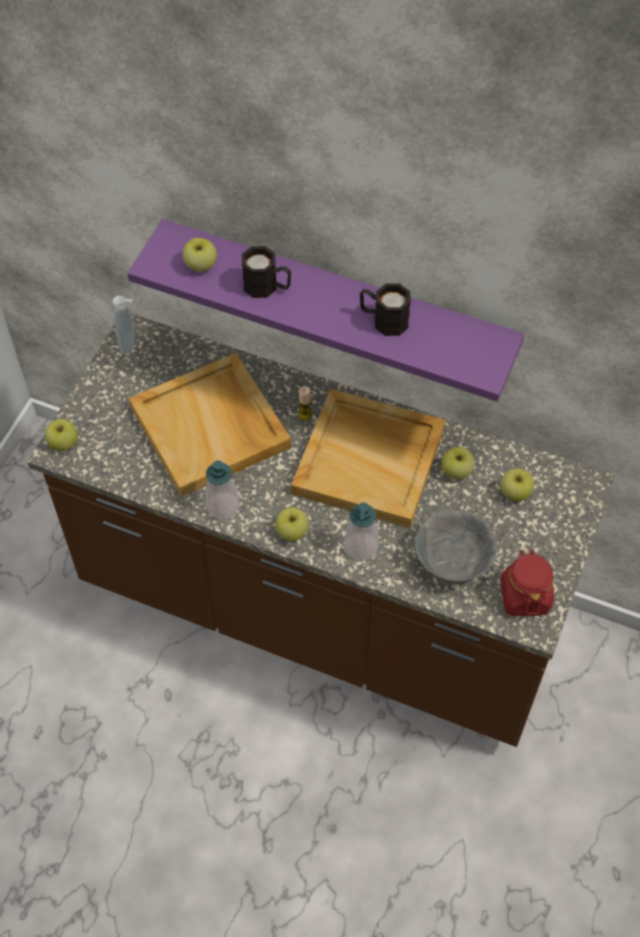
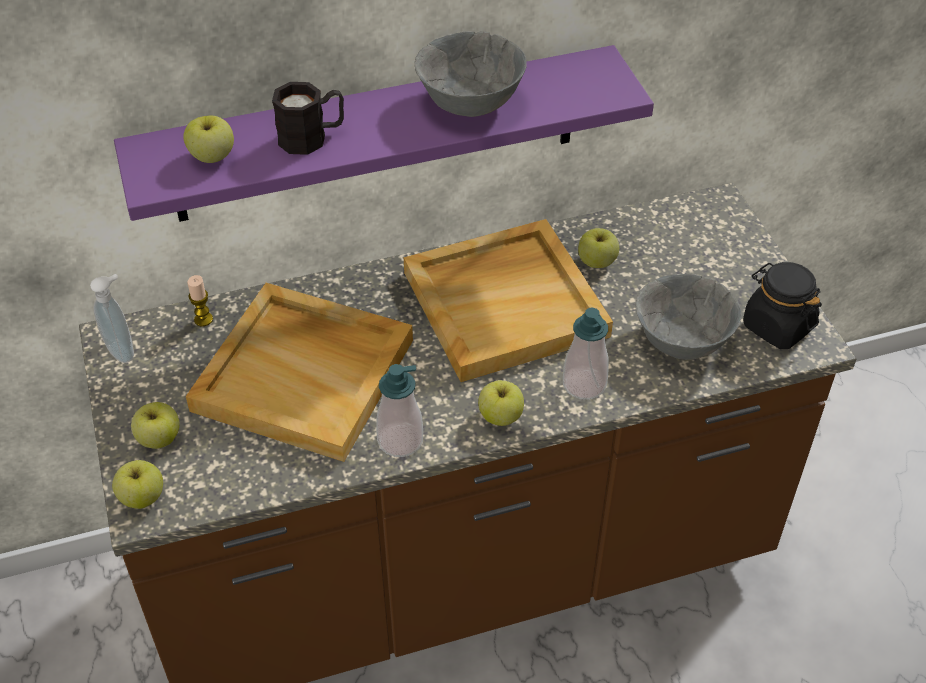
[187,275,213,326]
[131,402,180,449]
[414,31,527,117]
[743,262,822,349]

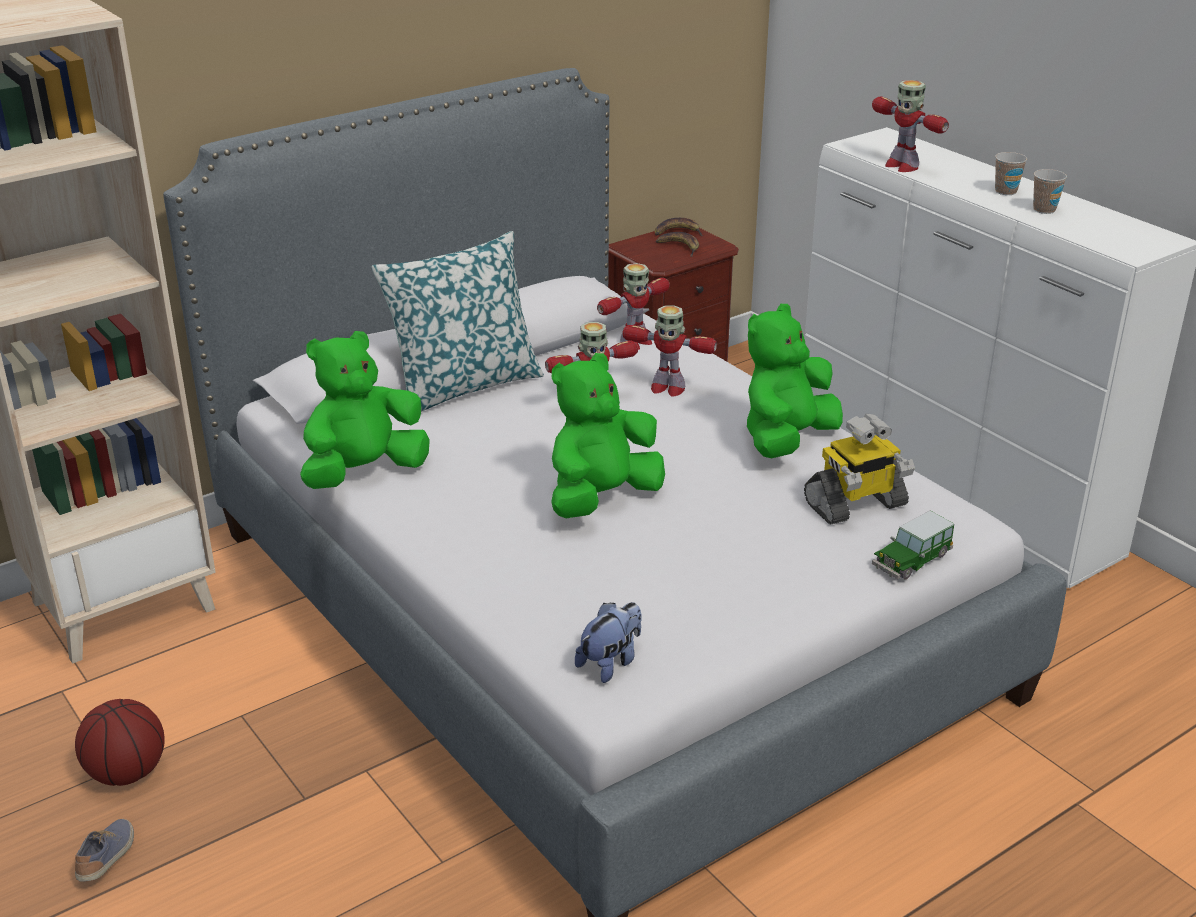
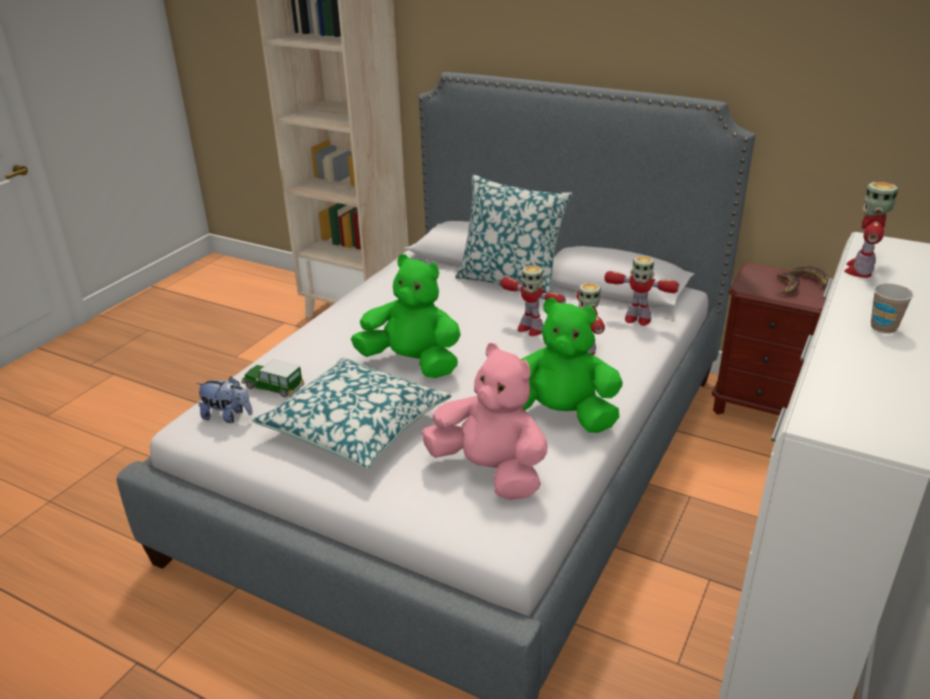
[75,699,165,786] (first image)
[75,819,134,882] (first image)
[300,331,430,489] (first image)
[1033,169,1067,214] (first image)
[252,358,452,469]
[241,359,304,397]
[422,343,547,500]

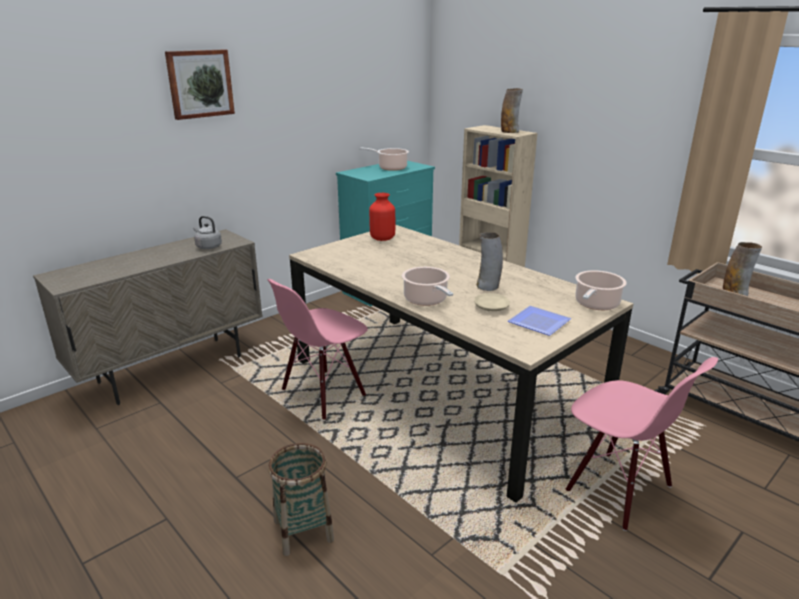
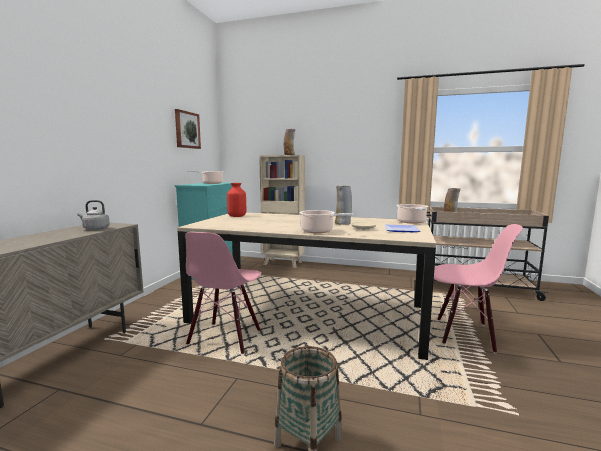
[175,109,201,149]

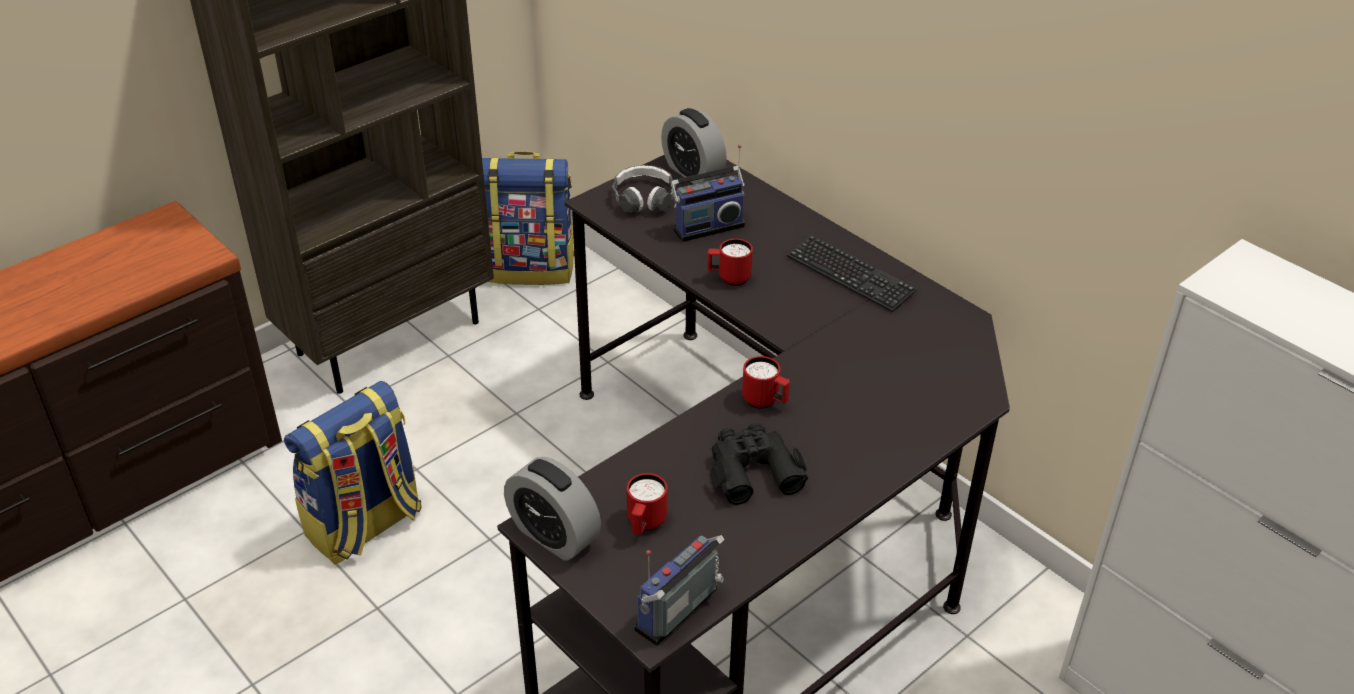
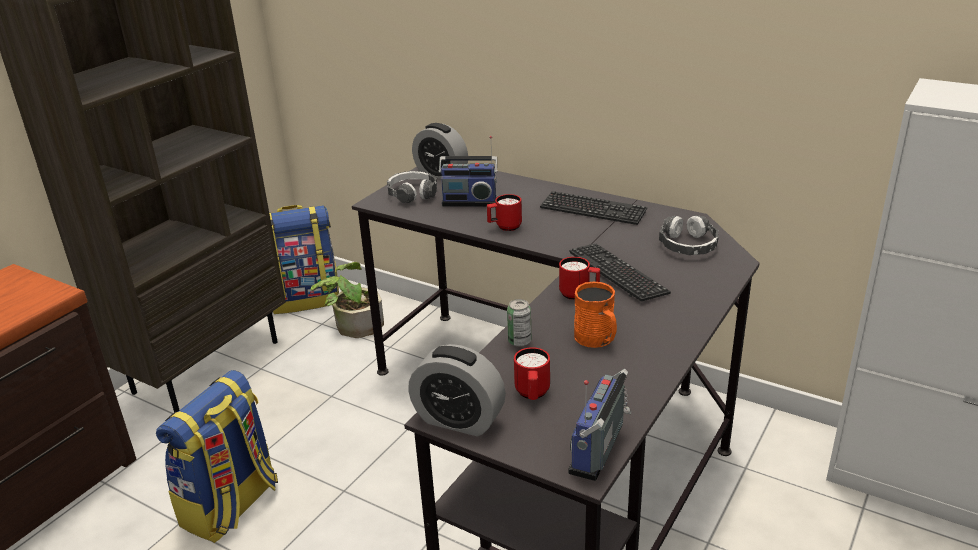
[311,262,384,338]
[507,299,531,347]
[569,244,671,301]
[659,215,719,255]
[574,282,617,348]
[439,136,498,207]

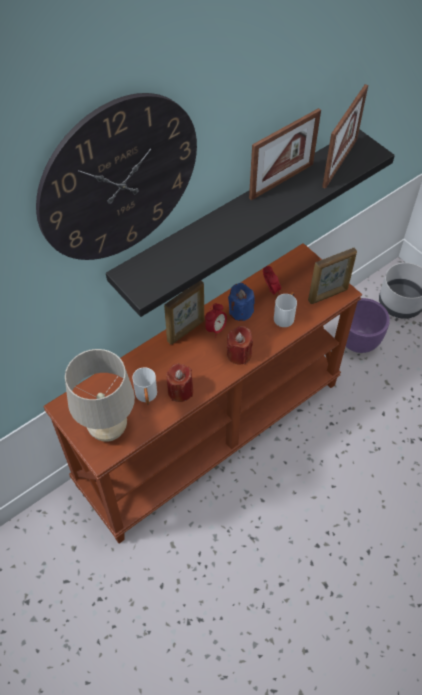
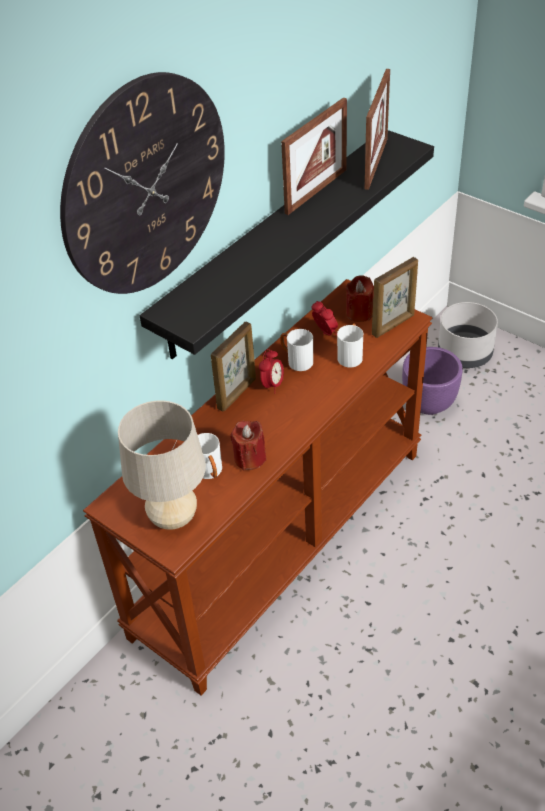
[346,275,374,322]
[280,329,313,371]

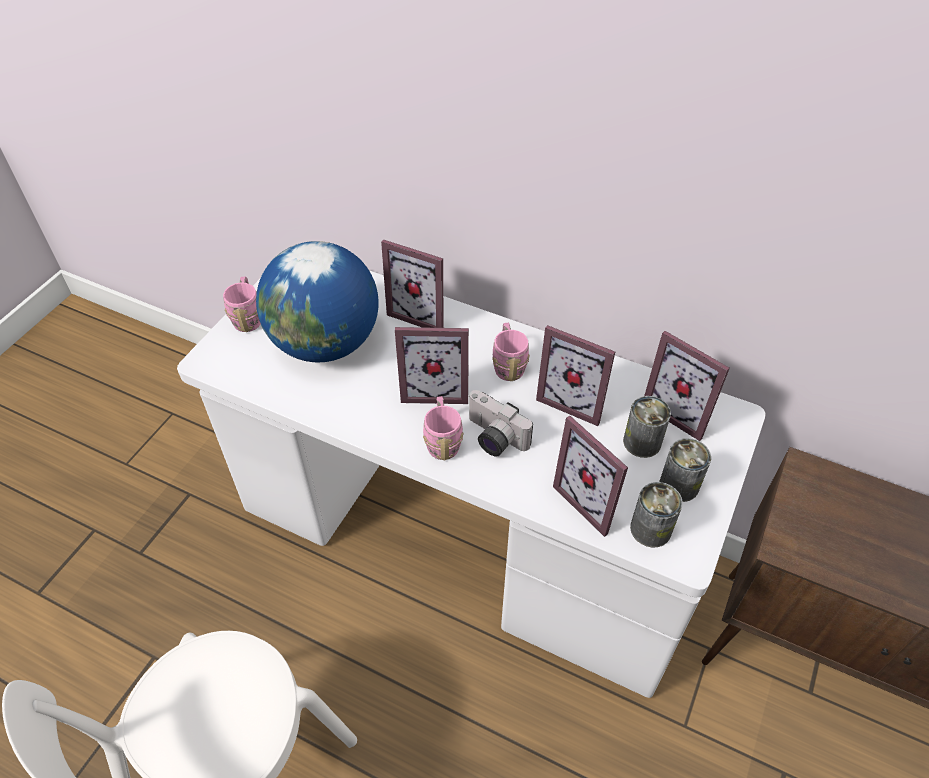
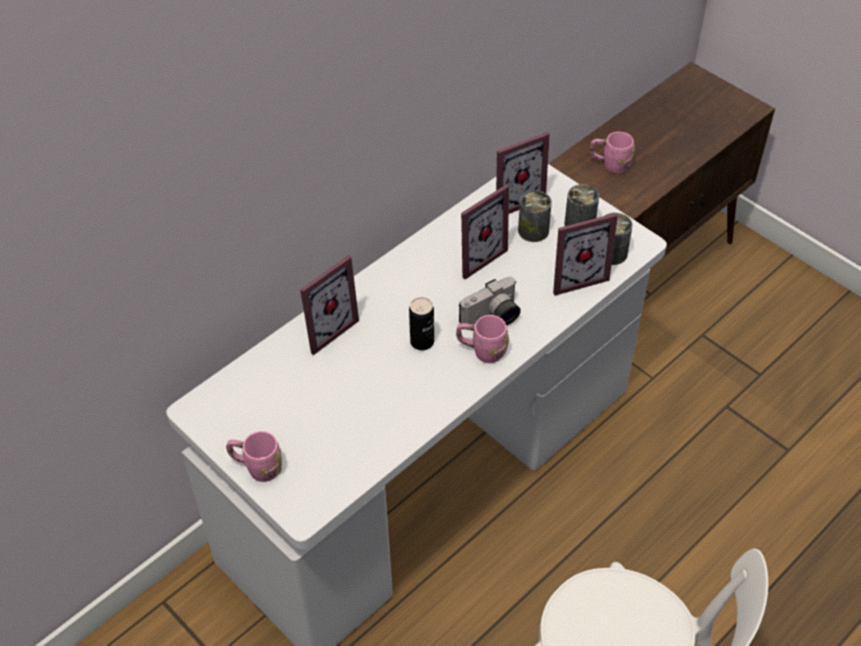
[256,241,379,362] (first image)
[590,132,635,174]
[409,297,434,350]

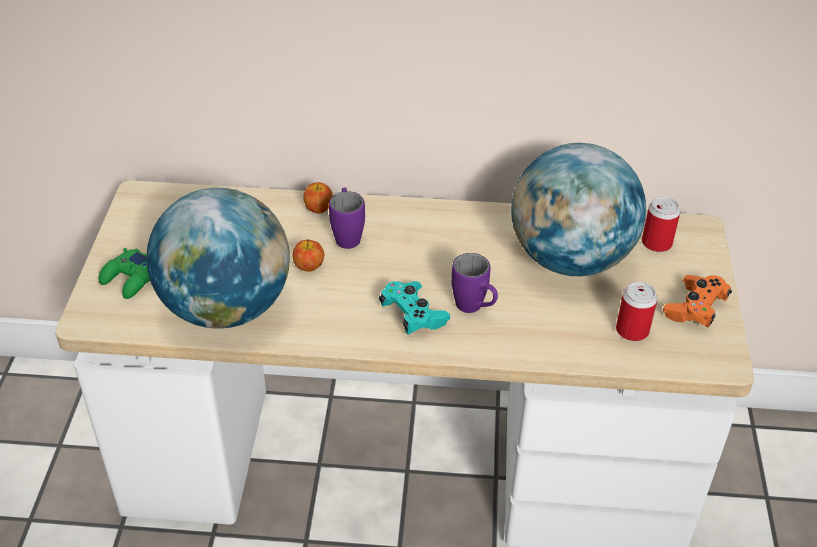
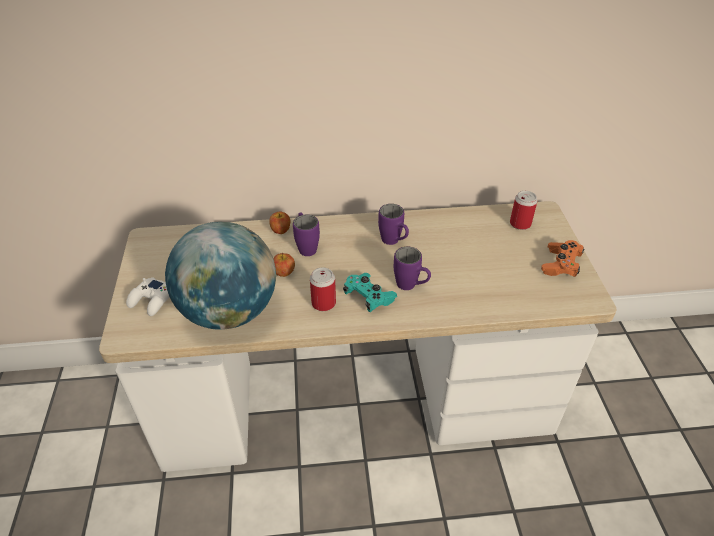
[511,143,646,276] (first image)
[378,204,409,245]
[310,268,336,311]
[126,277,169,316]

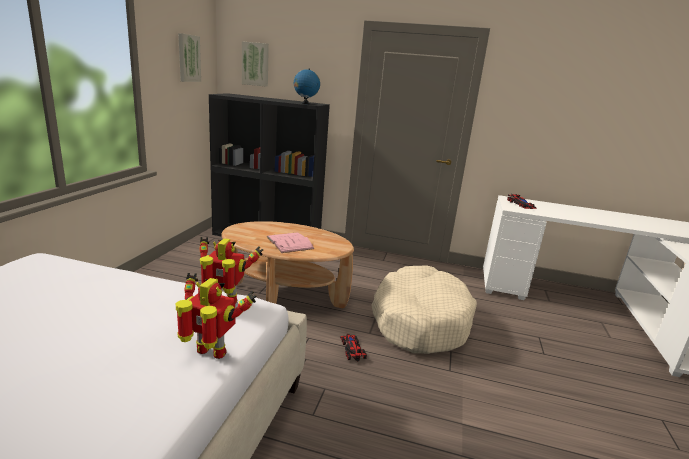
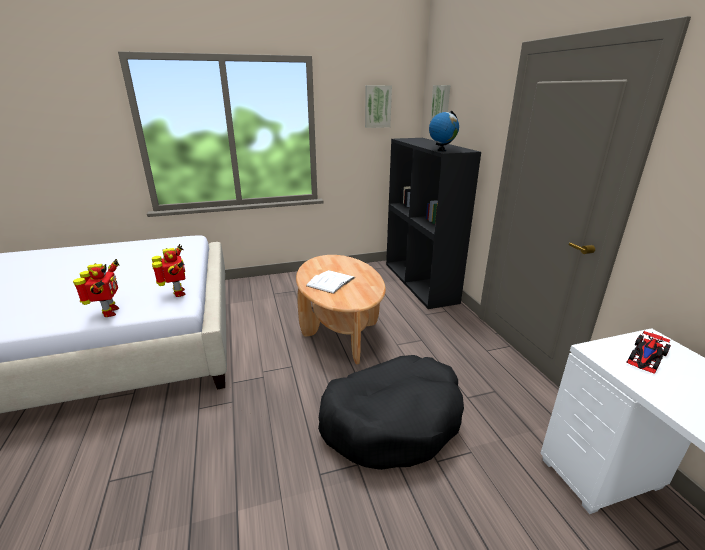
[340,334,367,361] (first image)
[306,270,355,294]
[318,355,464,470]

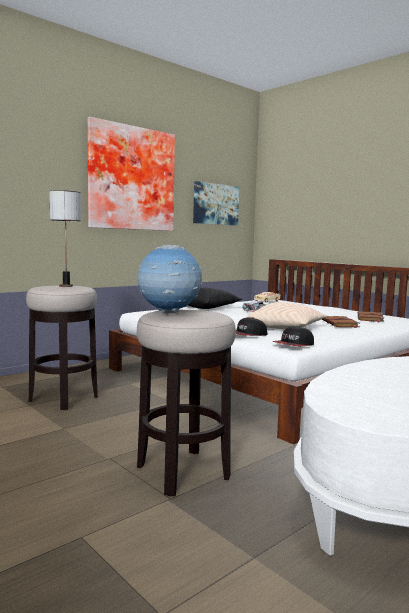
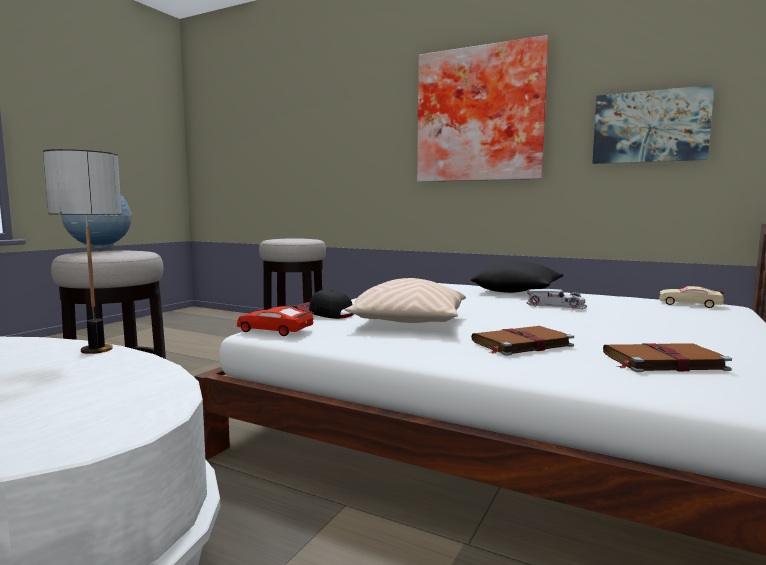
[43,149,122,354]
[237,306,314,336]

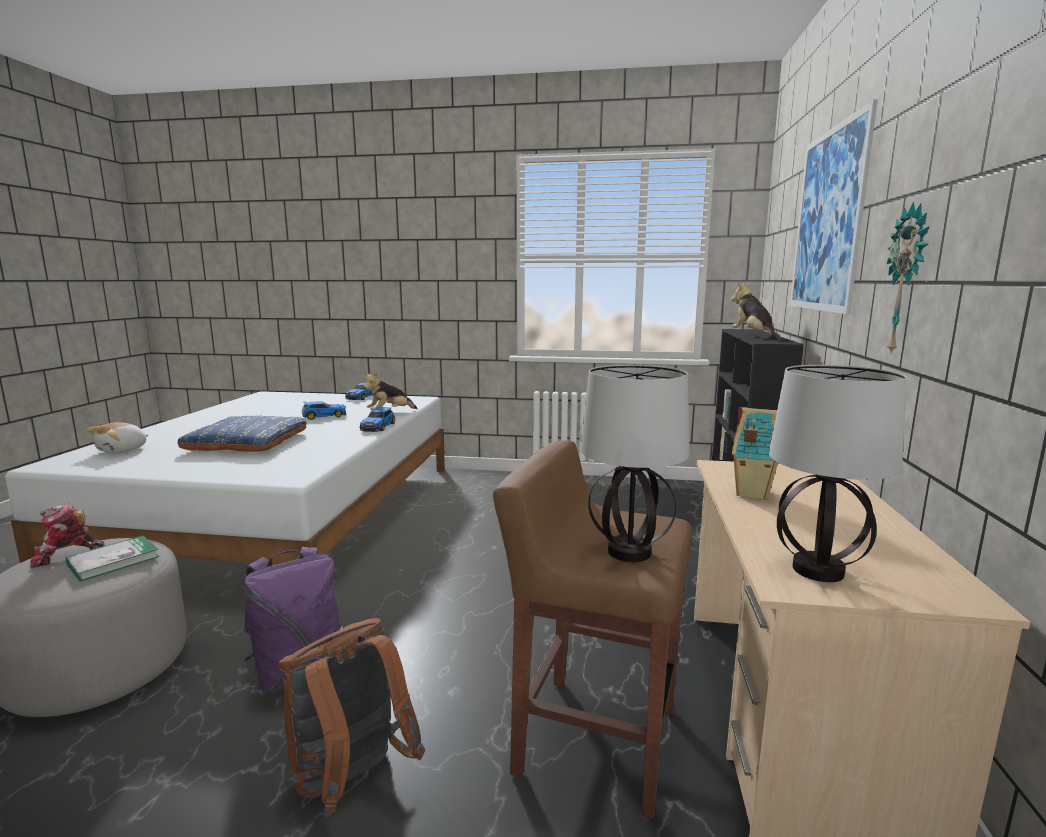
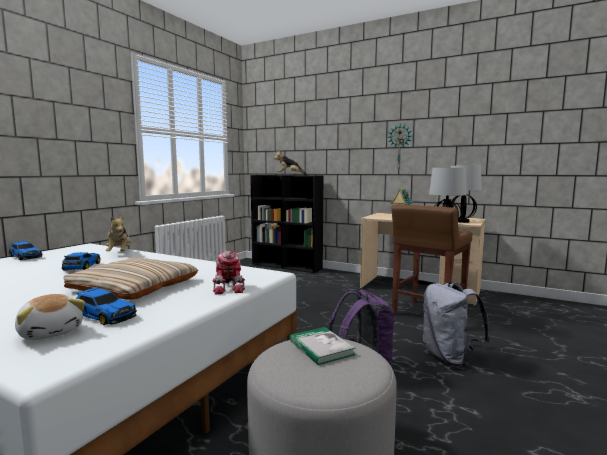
[790,99,878,314] (first image)
[213,251,245,294]
[76,287,137,325]
[64,257,198,300]
[423,282,491,366]

